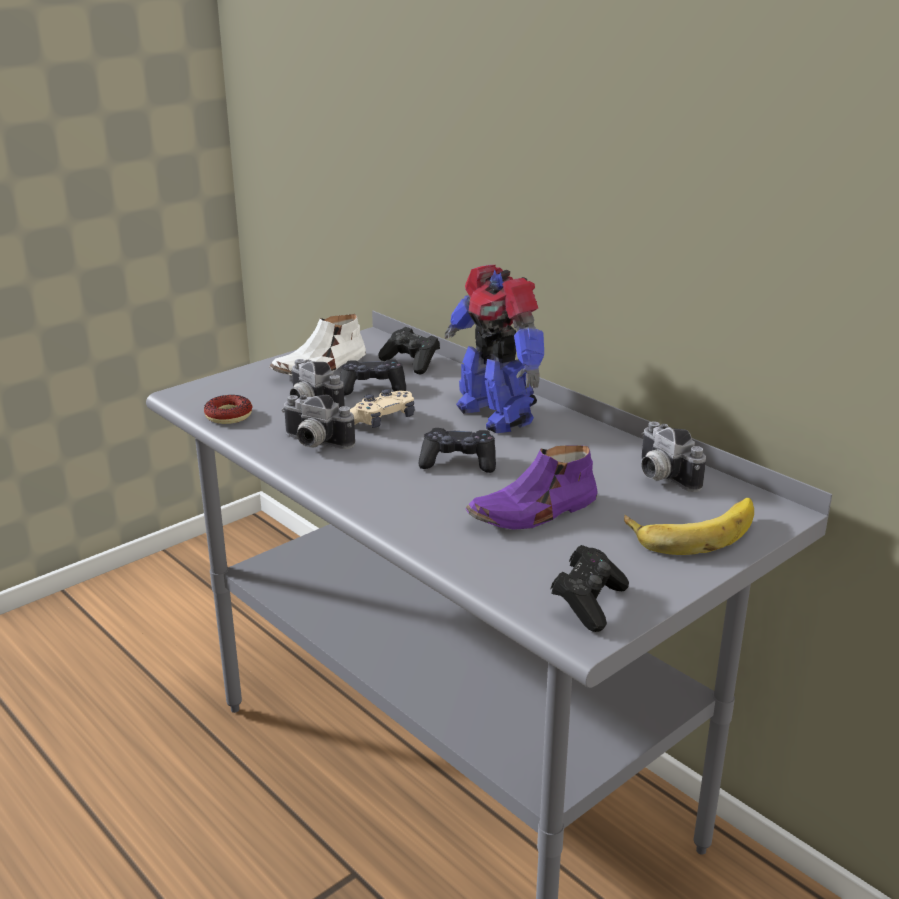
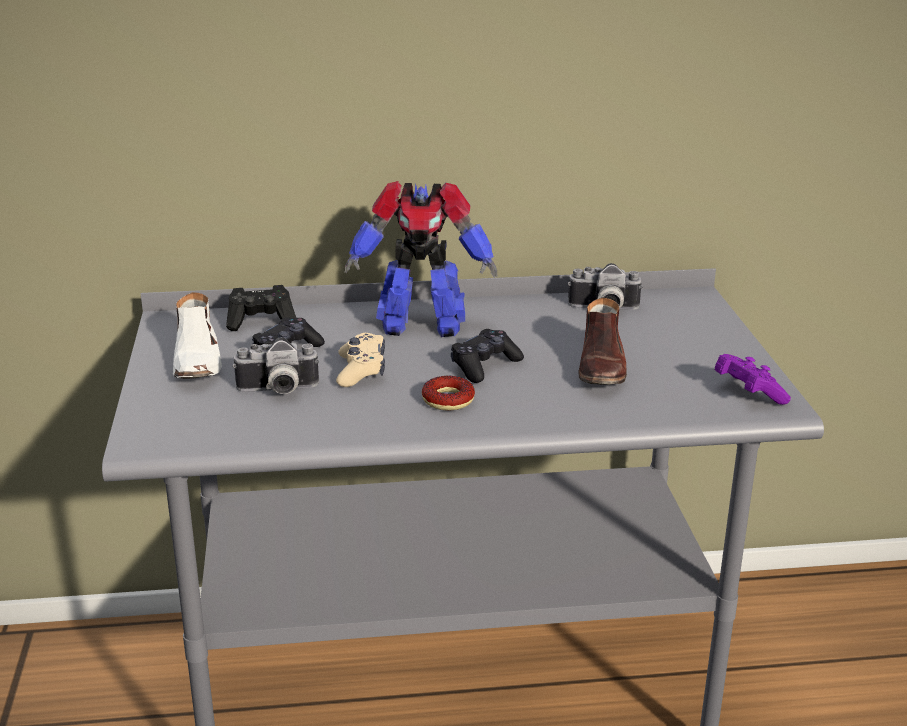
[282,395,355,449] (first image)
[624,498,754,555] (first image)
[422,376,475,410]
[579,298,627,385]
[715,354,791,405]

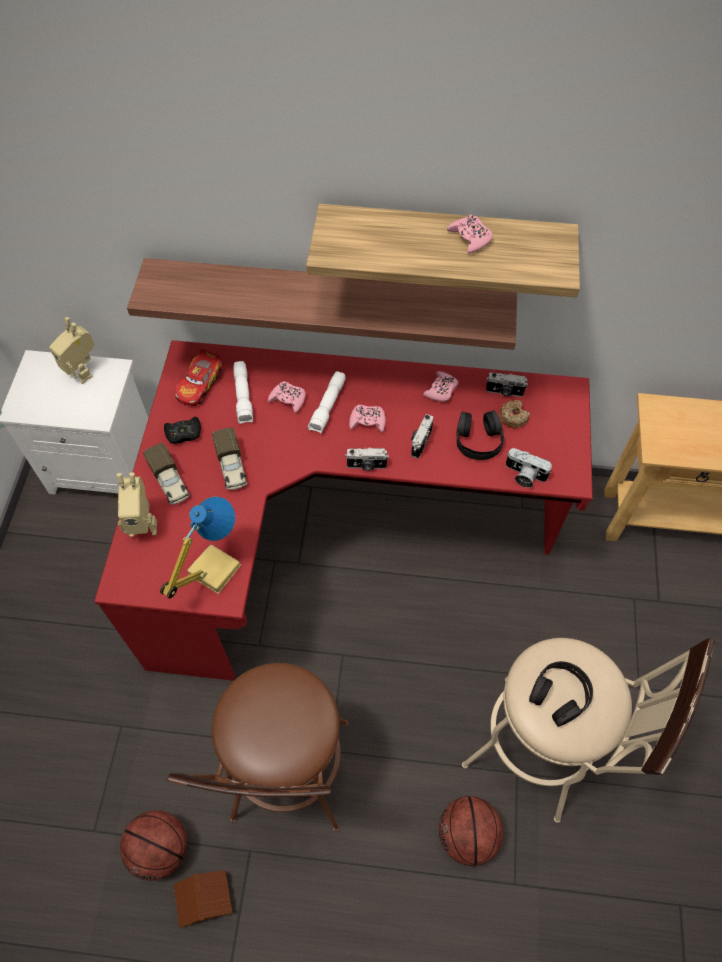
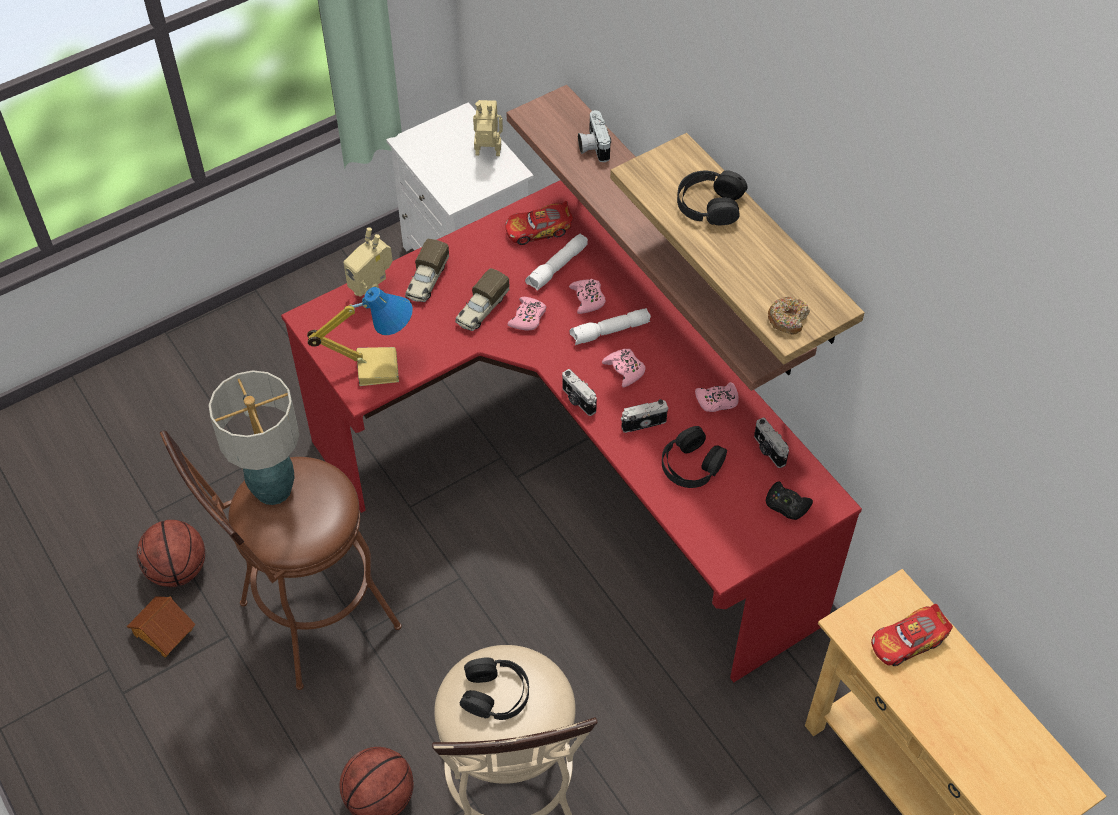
[208,370,299,505]
[677,170,748,225]
[871,604,953,666]
[766,481,813,520]
[508,297,546,330]
[768,297,810,335]
[578,110,611,162]
[473,100,503,156]

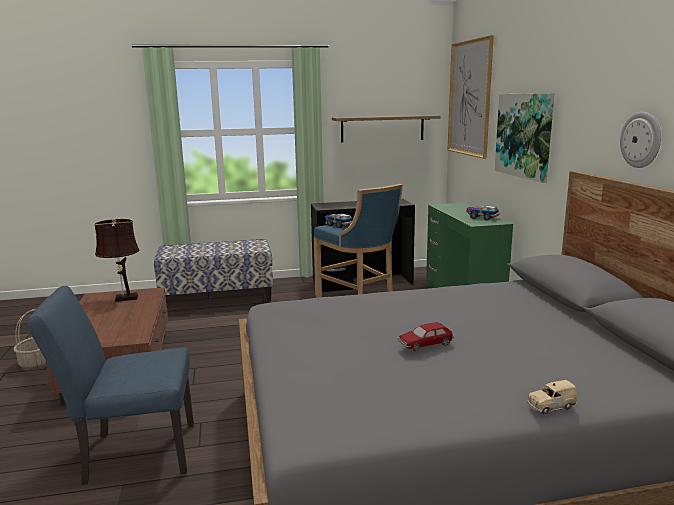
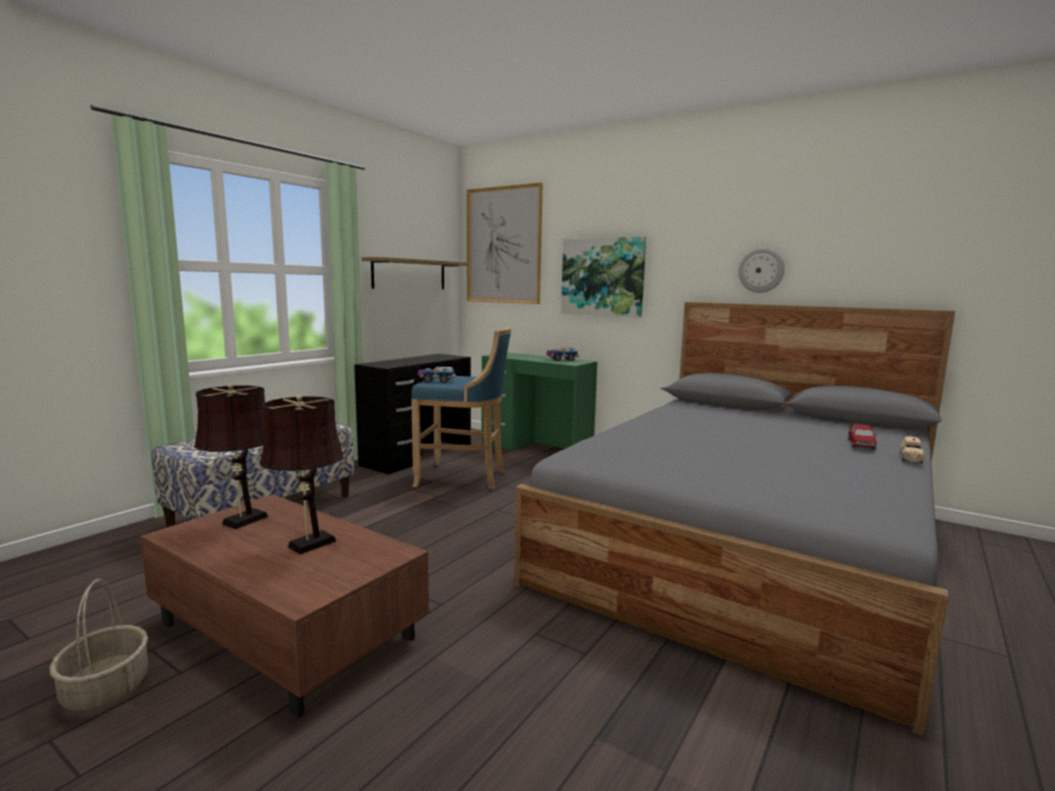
[27,286,194,485] (first image)
[260,395,343,554]
[848,424,877,450]

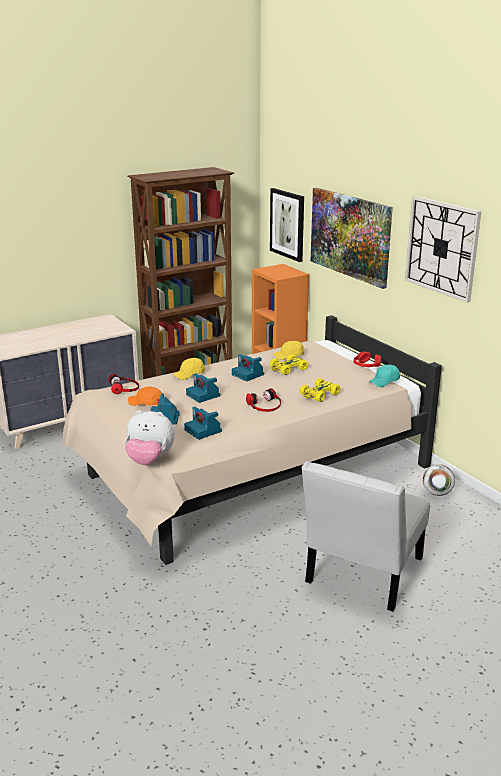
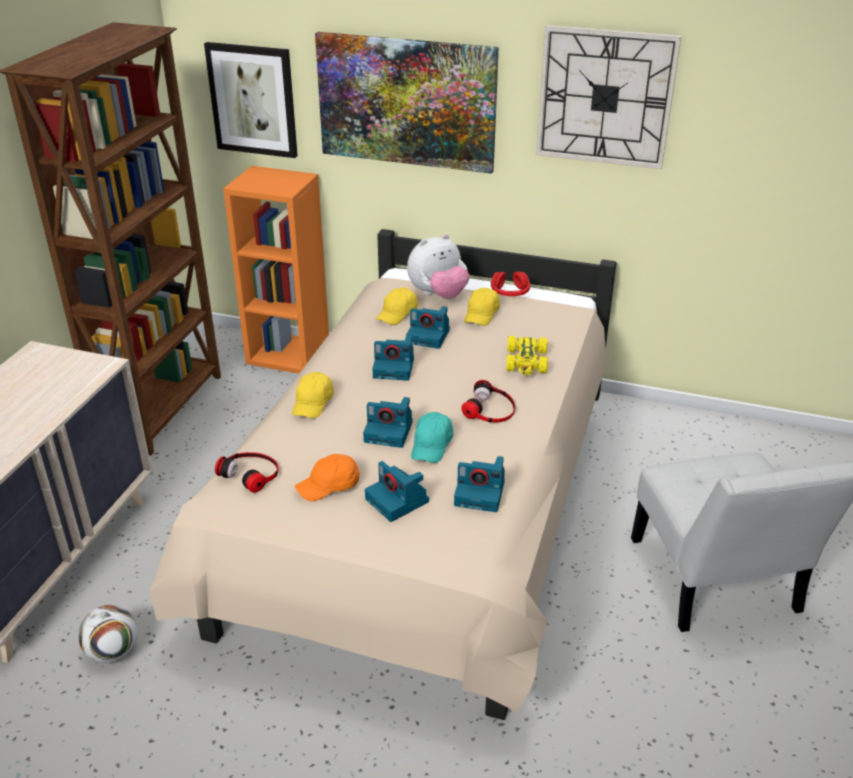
[464,288,500,326]
[407,234,469,299]
[411,412,453,463]
[78,605,138,663]
[406,306,450,349]

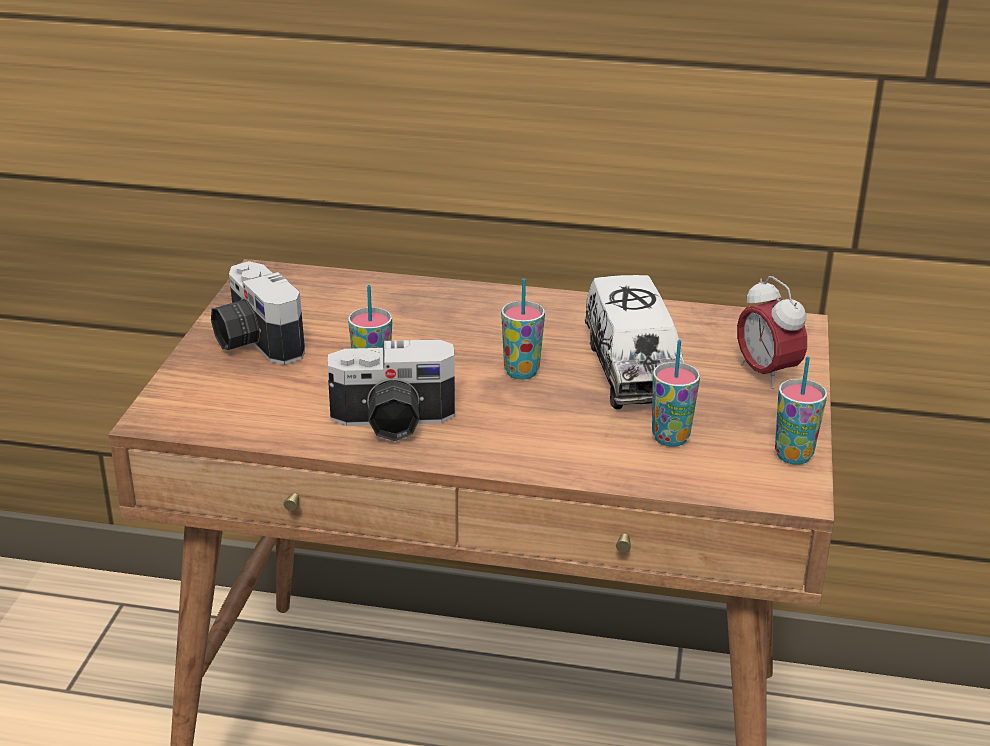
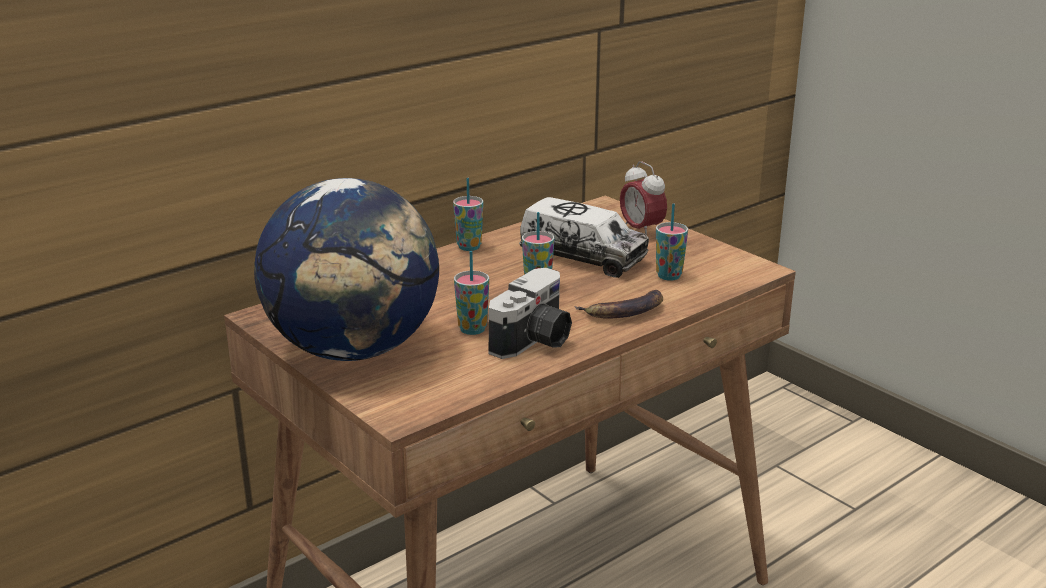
[574,290,663,319]
[453,178,483,251]
[254,178,439,361]
[620,161,667,235]

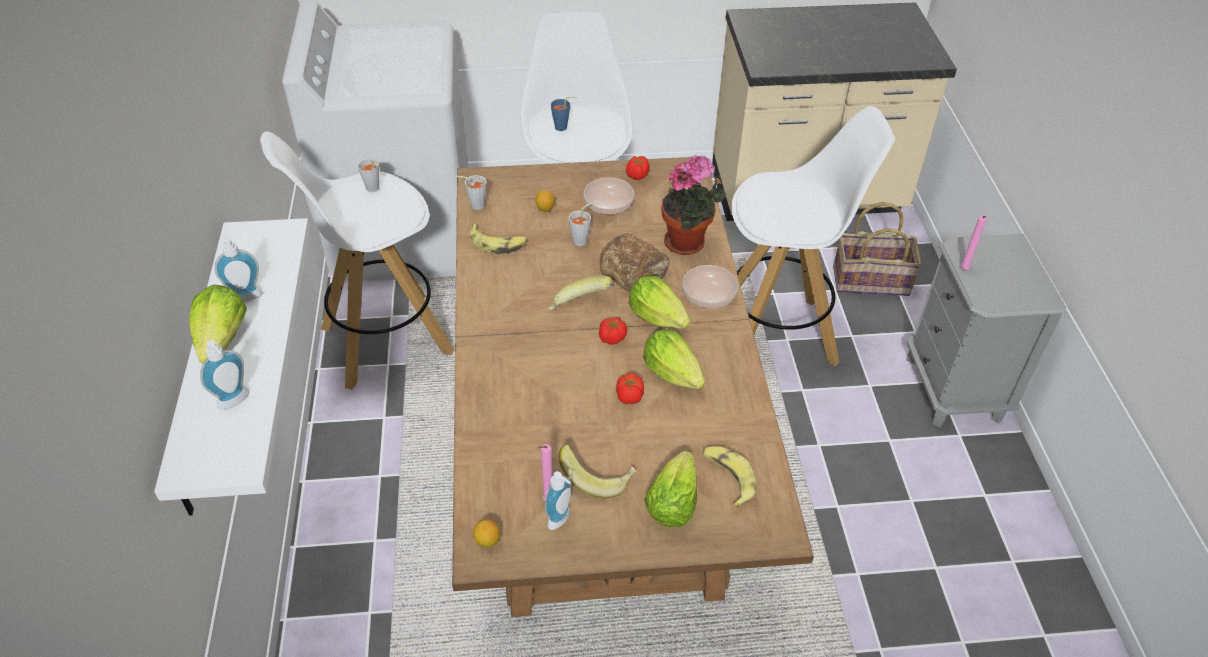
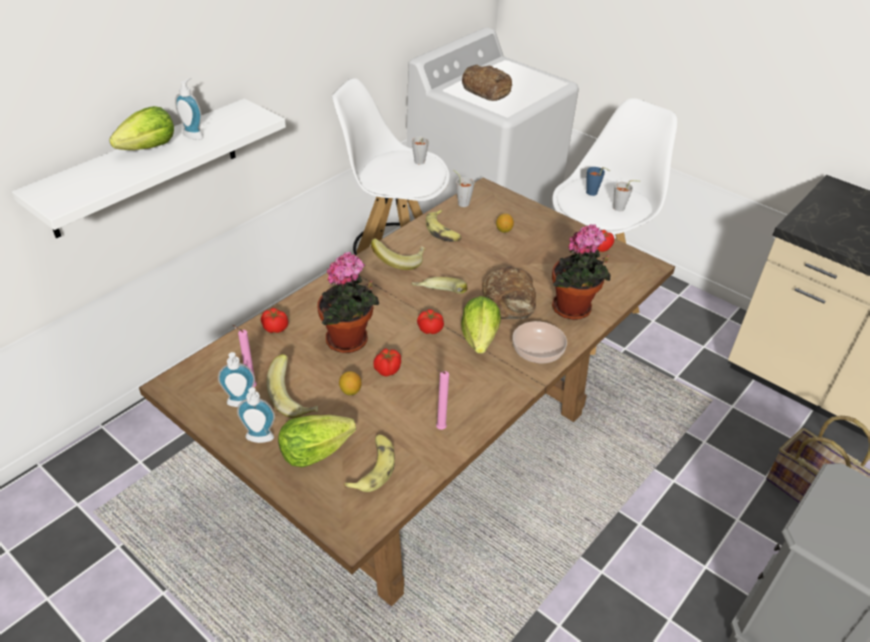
[584,177,634,215] (first image)
[643,329,705,389] (first image)
[731,106,895,366] (first image)
[261,308,288,333]
[317,252,379,353]
[371,238,426,270]
[462,65,512,101]
[237,387,275,443]
[339,371,362,395]
[613,180,641,211]
[436,370,449,430]

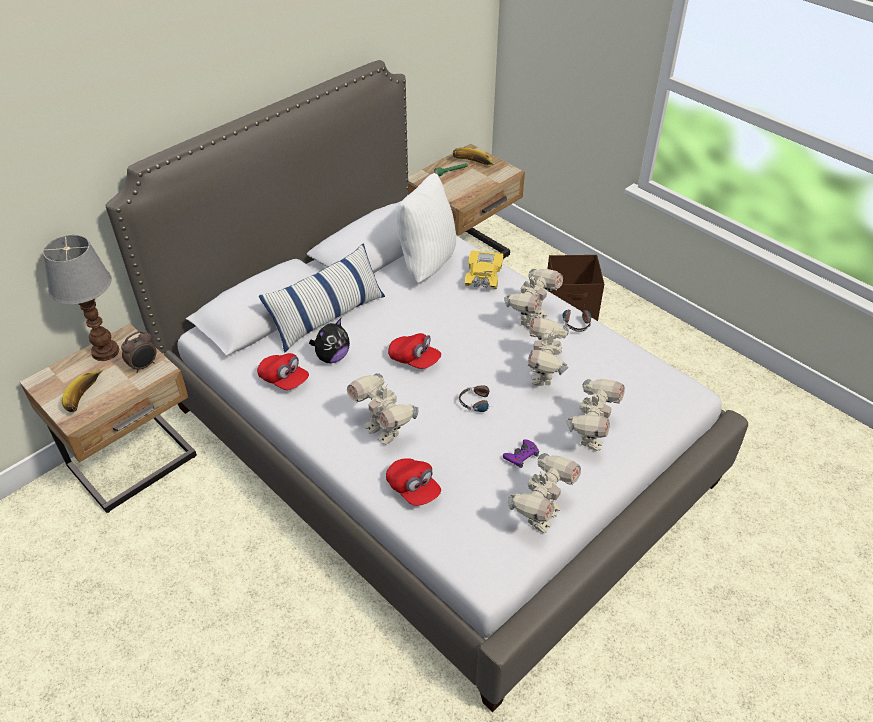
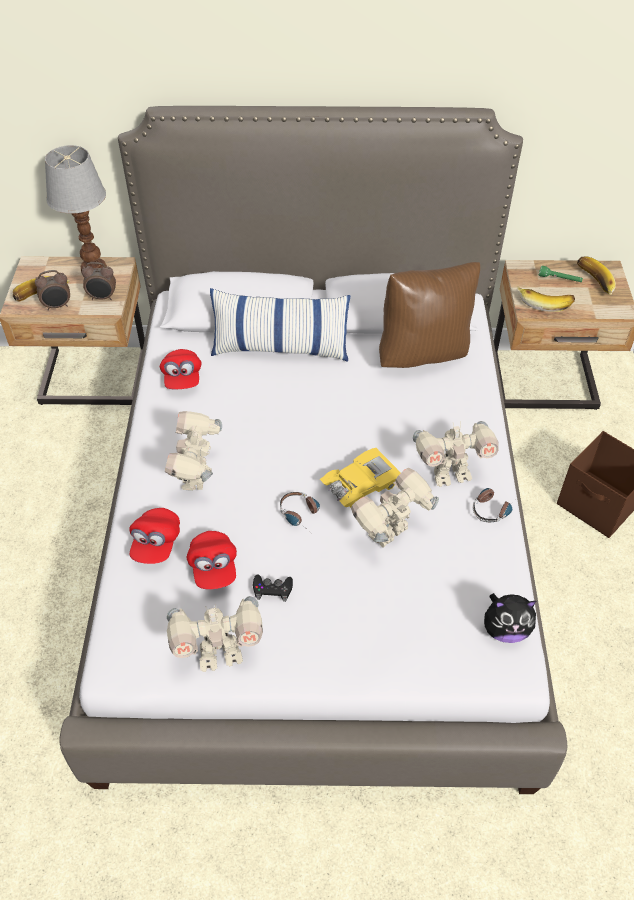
[566,379,625,451] (first image)
[35,270,70,311]
[517,286,575,312]
[484,593,536,643]
[187,531,237,589]
[320,448,401,508]
[379,262,480,368]
[253,574,293,602]

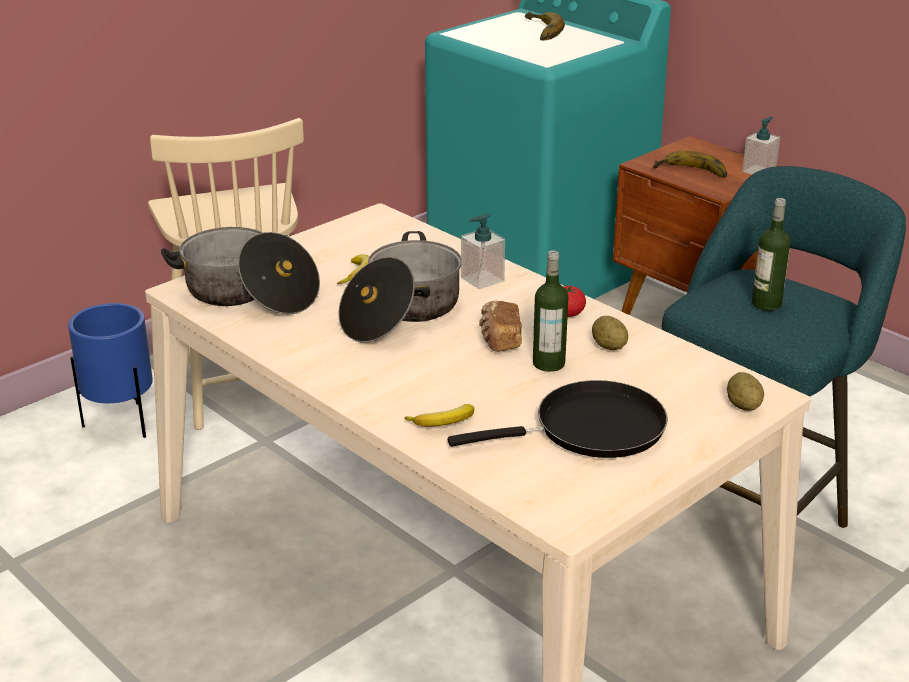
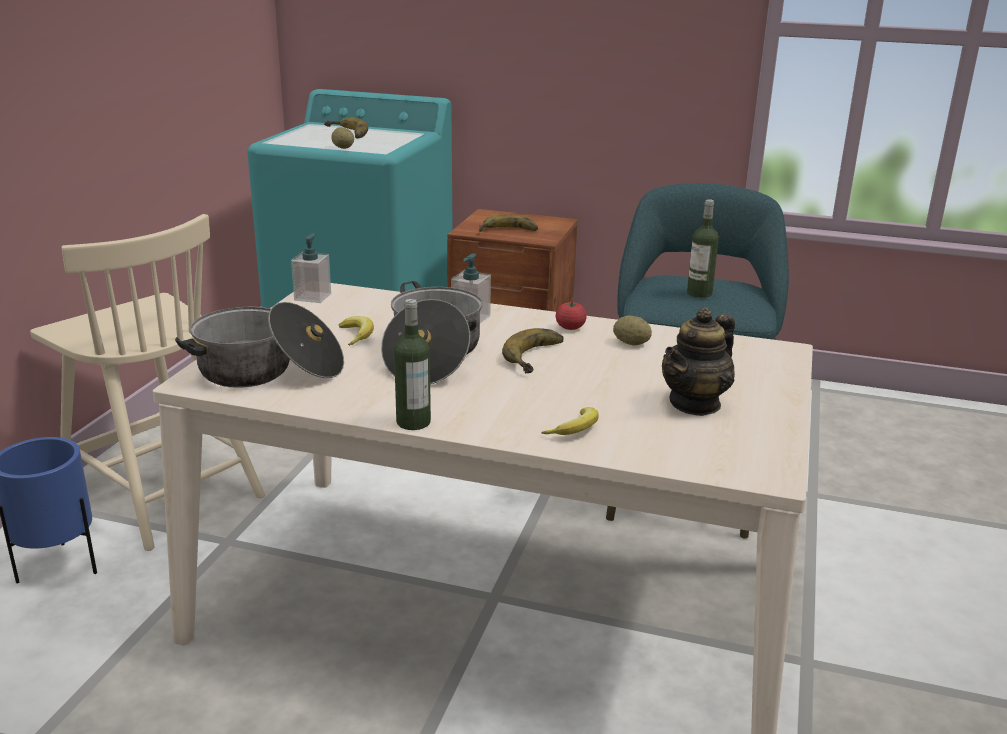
[394,299,431,430]
[331,127,354,149]
[291,233,331,303]
[662,307,735,416]
[502,328,564,373]

